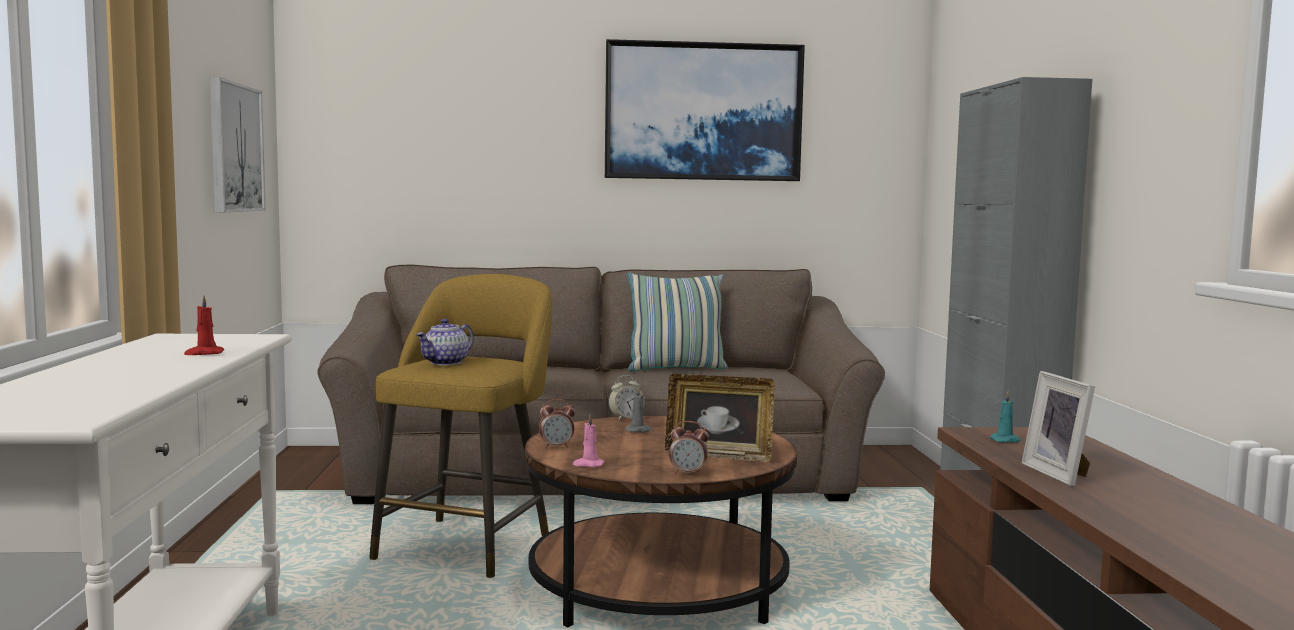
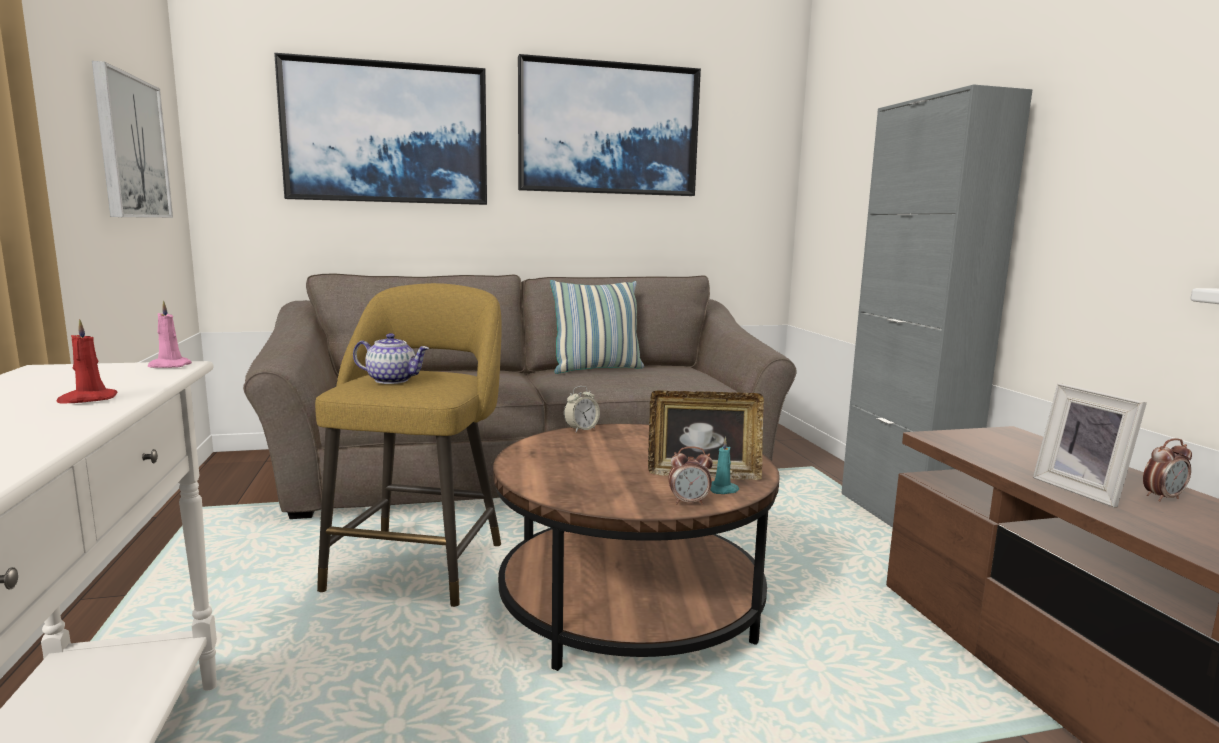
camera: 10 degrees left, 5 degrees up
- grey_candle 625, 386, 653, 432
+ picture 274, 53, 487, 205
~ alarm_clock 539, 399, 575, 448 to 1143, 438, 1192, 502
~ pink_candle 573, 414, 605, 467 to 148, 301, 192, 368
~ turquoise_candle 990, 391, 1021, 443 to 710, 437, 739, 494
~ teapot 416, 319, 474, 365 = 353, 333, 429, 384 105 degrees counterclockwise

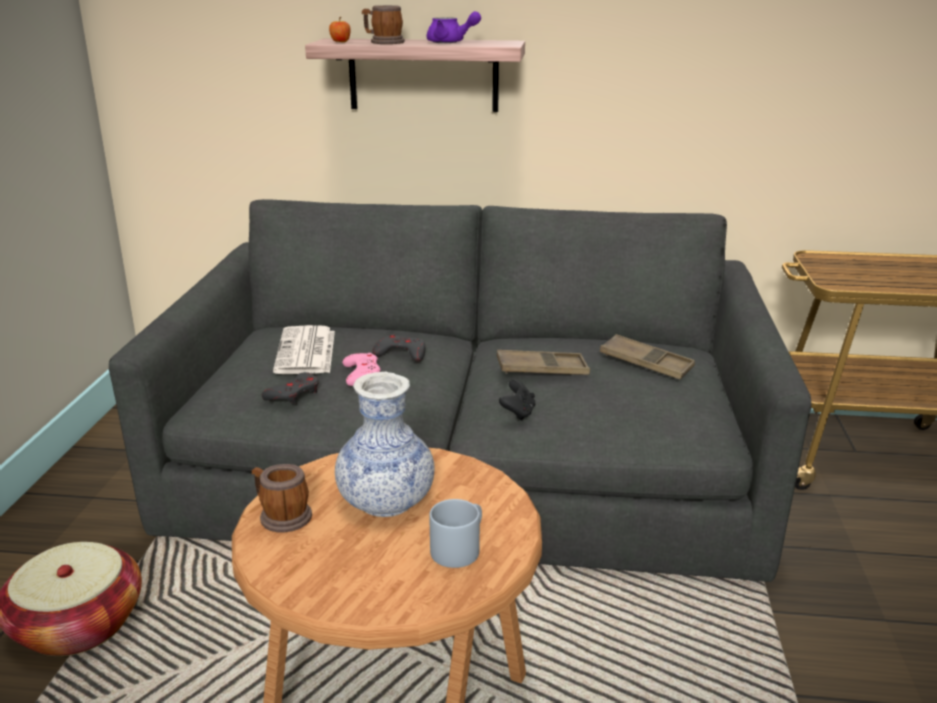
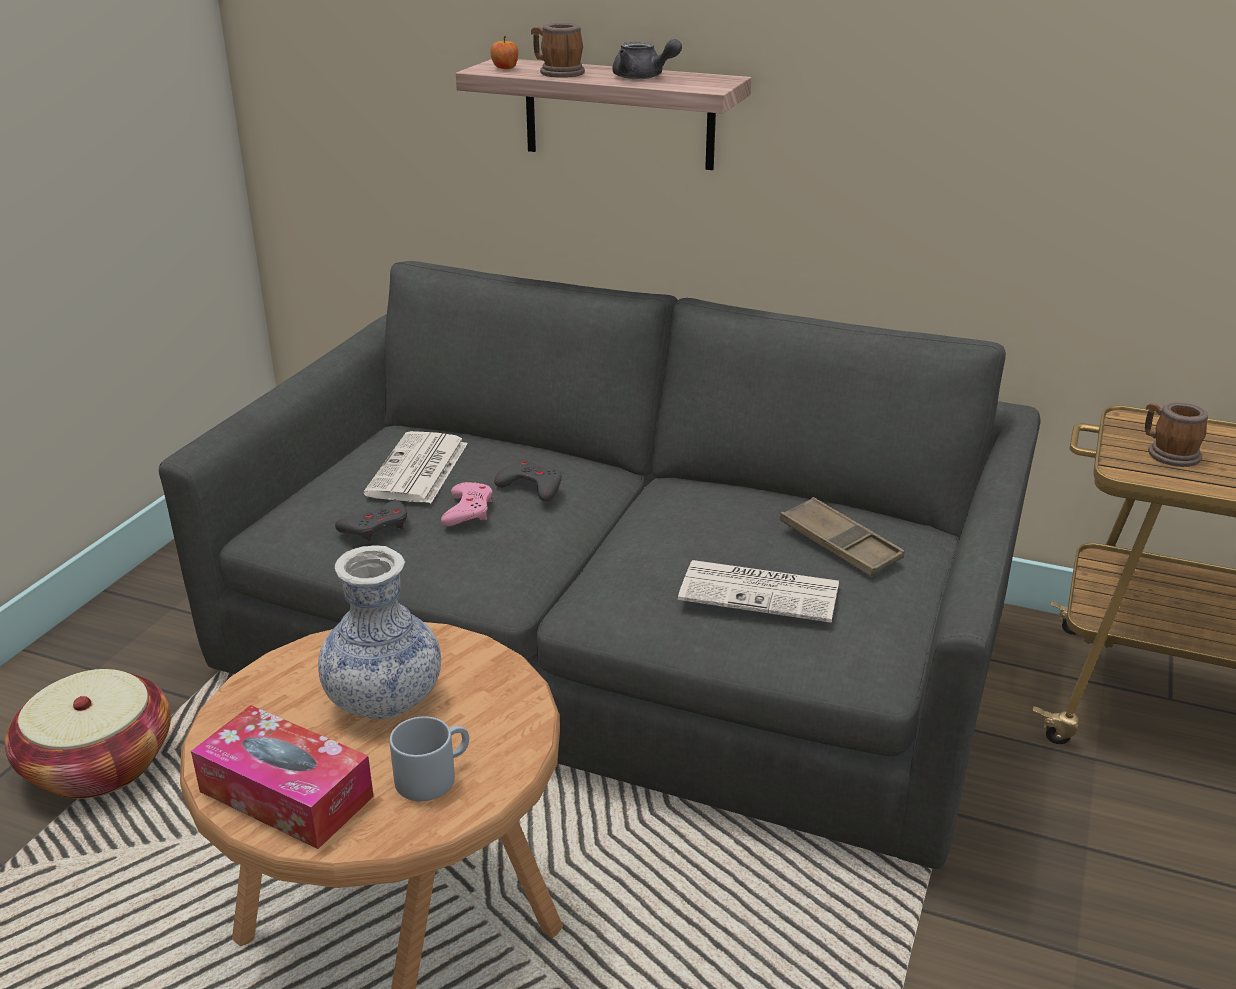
camera: 15 degrees right, 5 degrees up
- brown_tray 497, 350, 590, 375
- black_game_controller 499, 379, 535, 421
+ tissue_box 191, 705, 374, 849
+ newspaper 678, 560, 839, 623
~ mug 252, 464, 312, 533 to 1145, 402, 1208, 467
~ purple_teapot 427, 11, 481, 43 to grey_teapot 612, 39, 682, 79

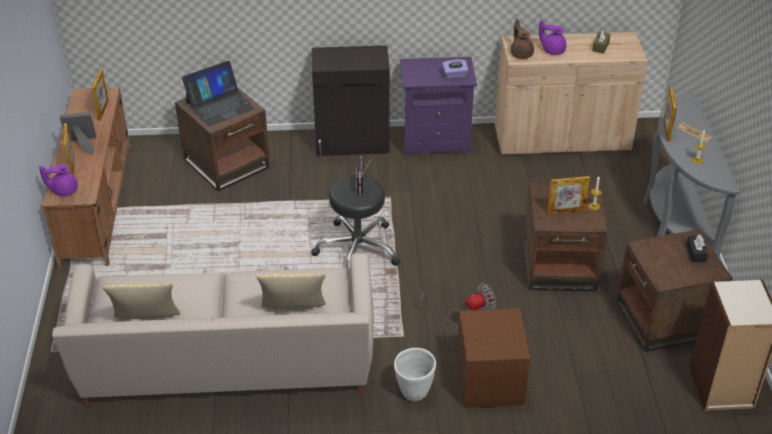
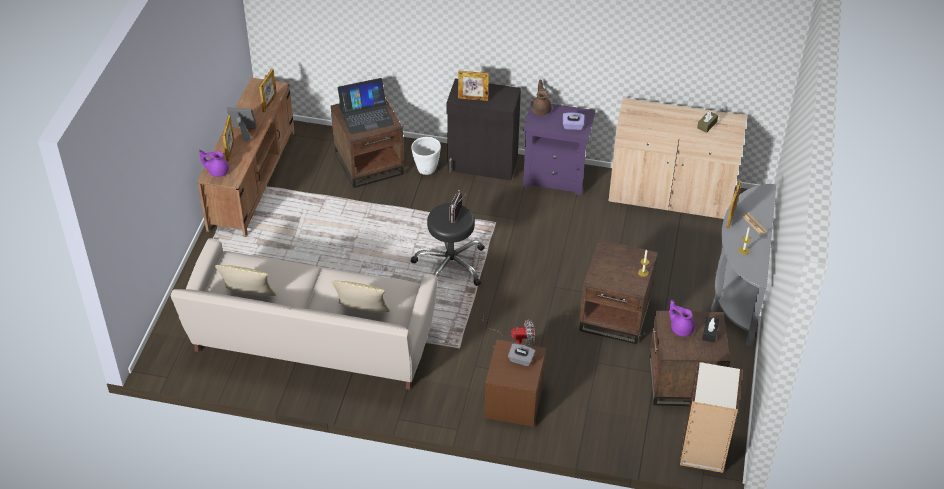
camera: 15 degrees right, 5 degrees up
+ grey_tissue_box 508, 344, 535, 366
~ white_planter 394, 348, 436, 401 to 411, 137, 441, 175
~ brown_teapot 511, 19, 534, 59 to 531, 80, 552, 115
~ purple_teapot 539, 20, 566, 55 to 669, 300, 695, 336
~ picture_frame 547, 176, 590, 214 to 458, 71, 489, 101

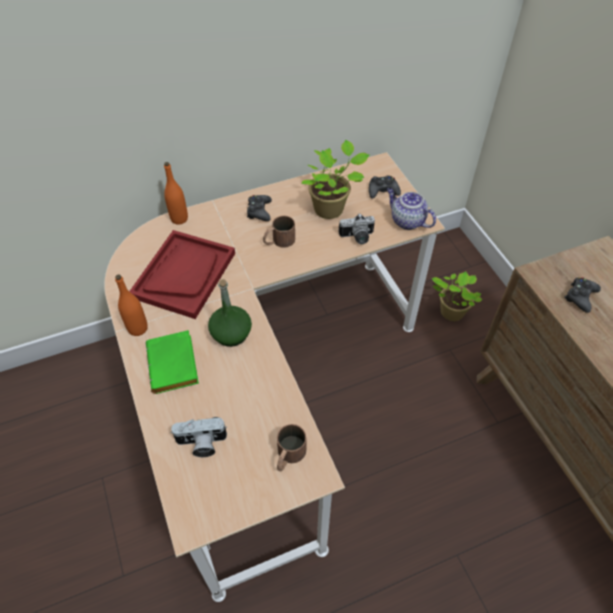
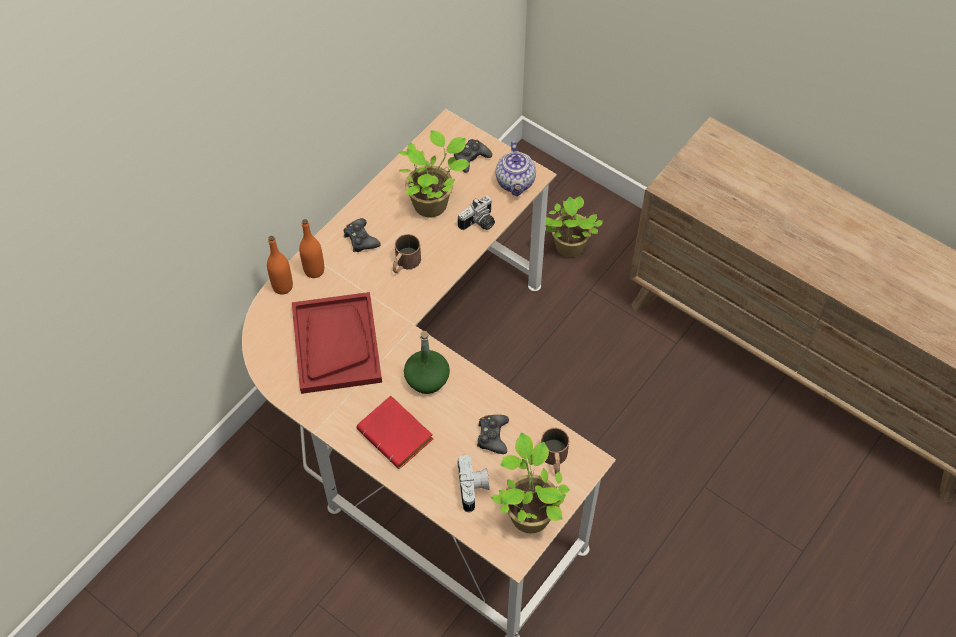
camera: 30 degrees left, 5 degrees up
+ potted_plant 491, 432, 570, 533
~ orange_bottle 115, 274, 148, 336 to 299, 219, 324, 278
~ black_game_controller 564, 277, 601, 313 to 477, 415, 509, 454
~ green_book 146, 330, 199, 394 to red_book 357, 396, 433, 469
~ photo_camera 171, 417, 227, 457 = 457, 455, 489, 512 60 degrees counterclockwise
~ teapot 387, 188, 436, 230 = 495, 141, 536, 196 105 degrees counterclockwise

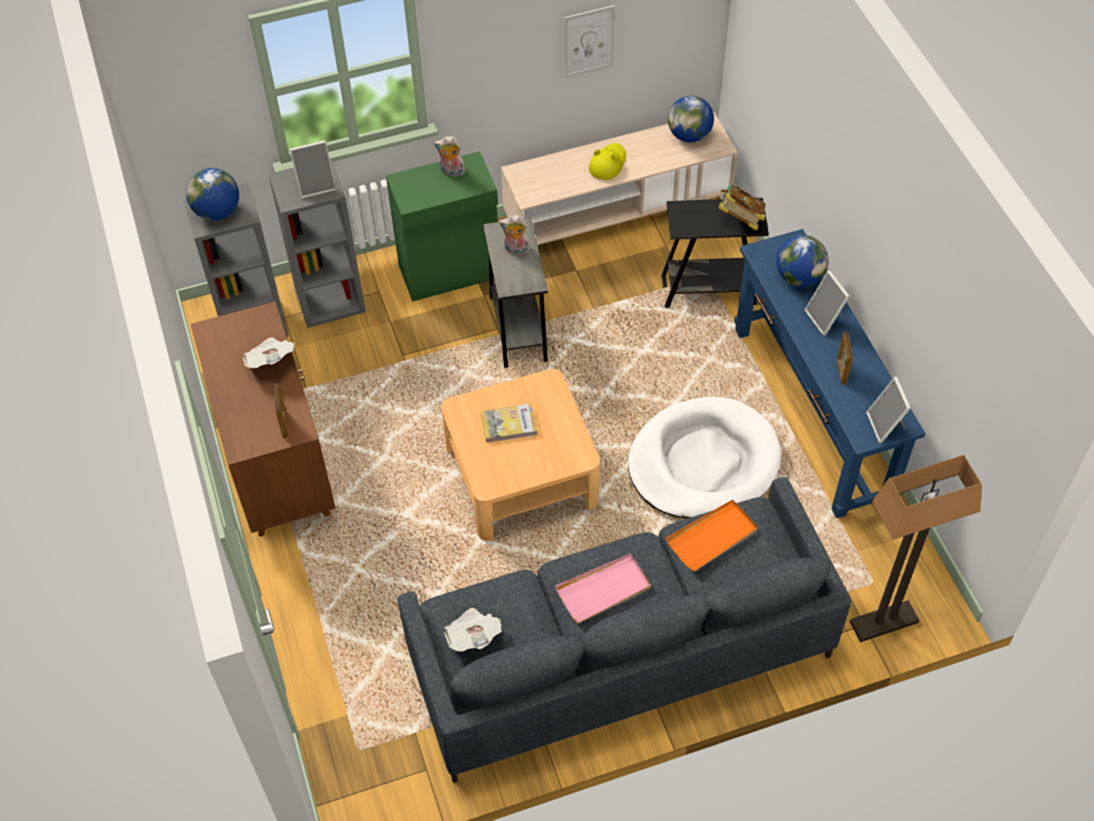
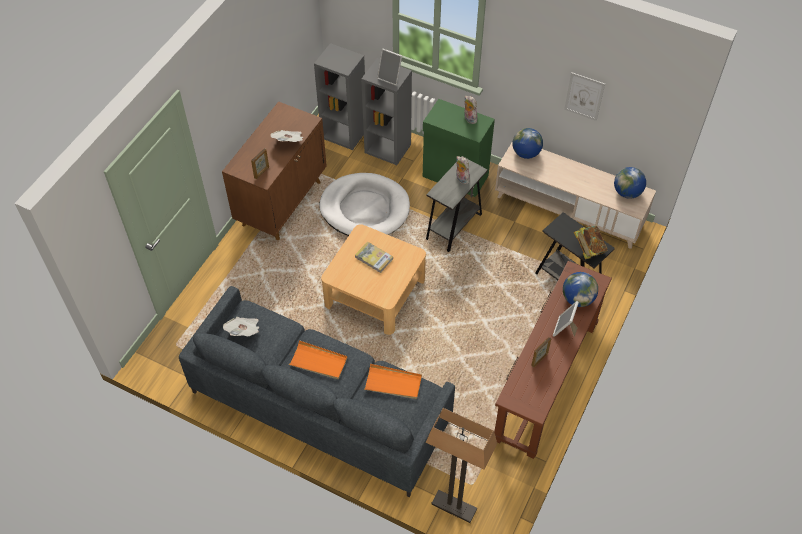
camera: 45 degrees right, 0 degrees up
- yellow_hat 589, 143, 626, 180
- picture_frame 866, 377, 911, 443
~ globe 186, 168, 239, 220 to 512, 128, 543, 159
~ white_dog_bed 628, 397, 781, 519 to 319, 173, 410, 236
~ pink_tray 555, 553, 651, 624 to orange_tray 288, 340, 348, 379
~ blue_console_table 734, 229, 925, 518 to brown_console_table 494, 261, 612, 459

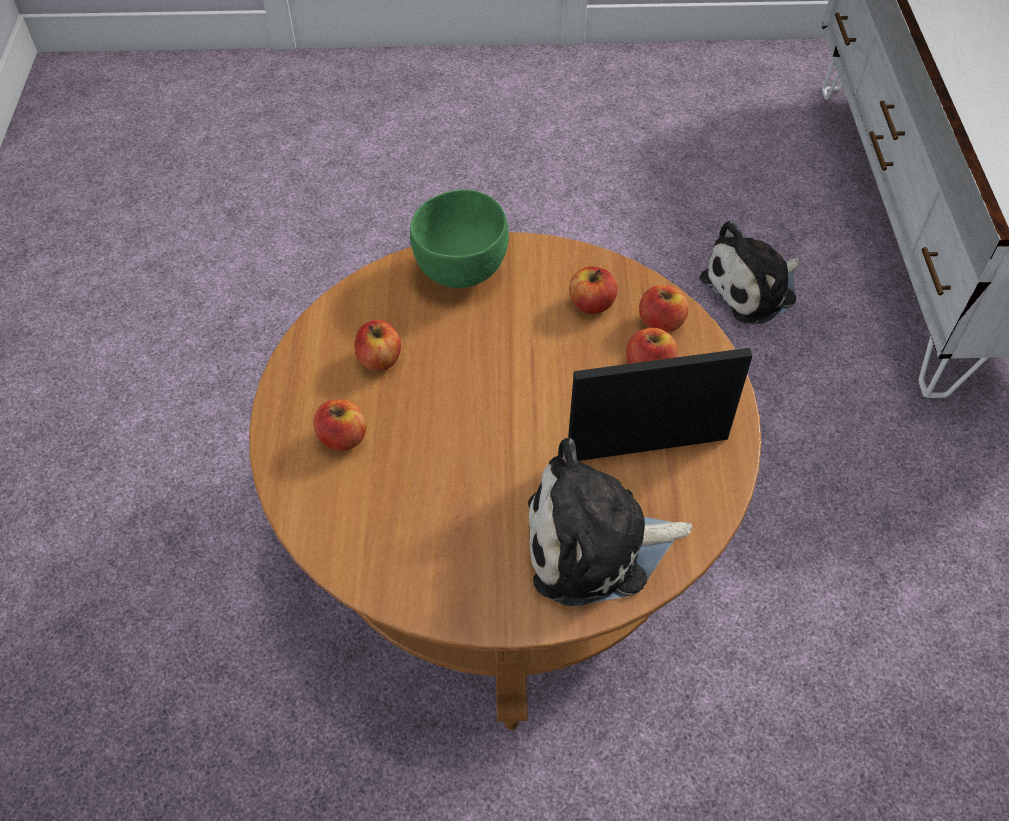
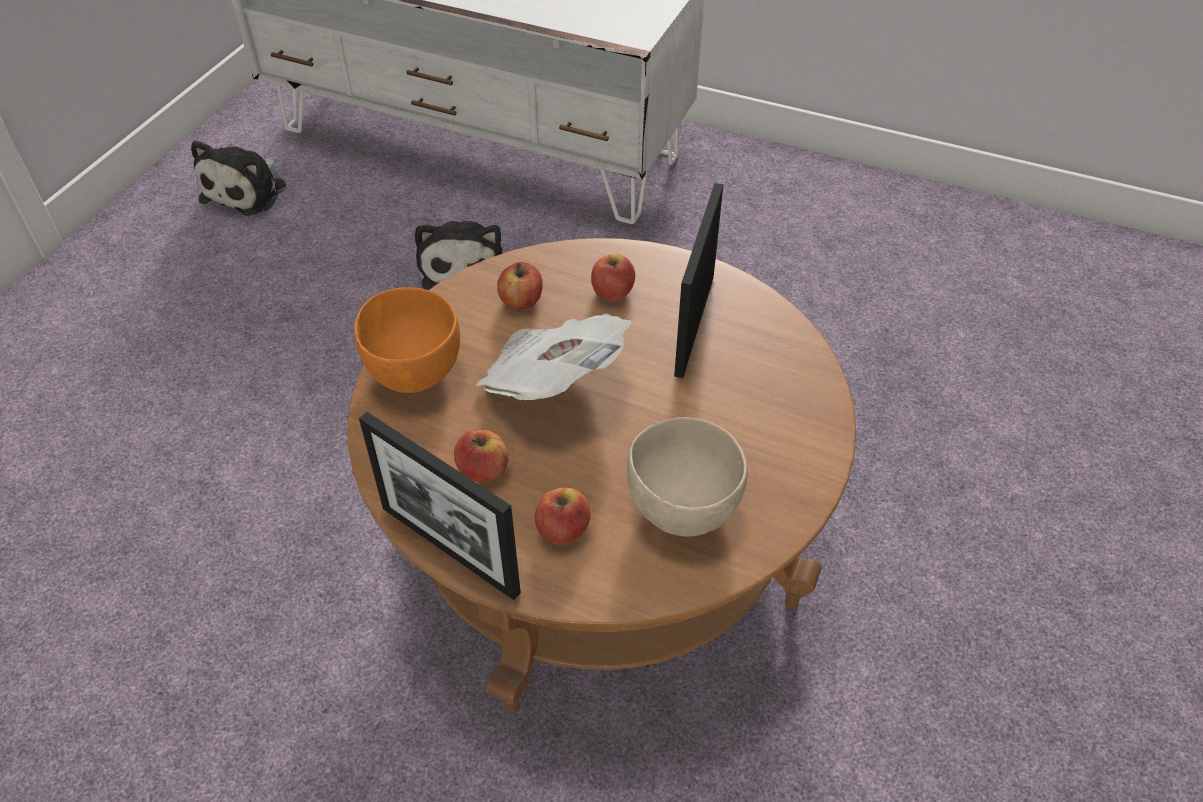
camera: 65 degrees left, 5 degrees down
- apple 639, 285, 689, 333
+ picture_frame 359, 412, 521, 600
+ newspaper 476, 314, 632, 400
+ beige_bowl 627, 417, 748, 536
~ plush_toy 528, 438, 692, 606 to 191, 140, 286, 216
~ green_bowl 410, 190, 509, 288 to orange_bowl 354, 287, 460, 393

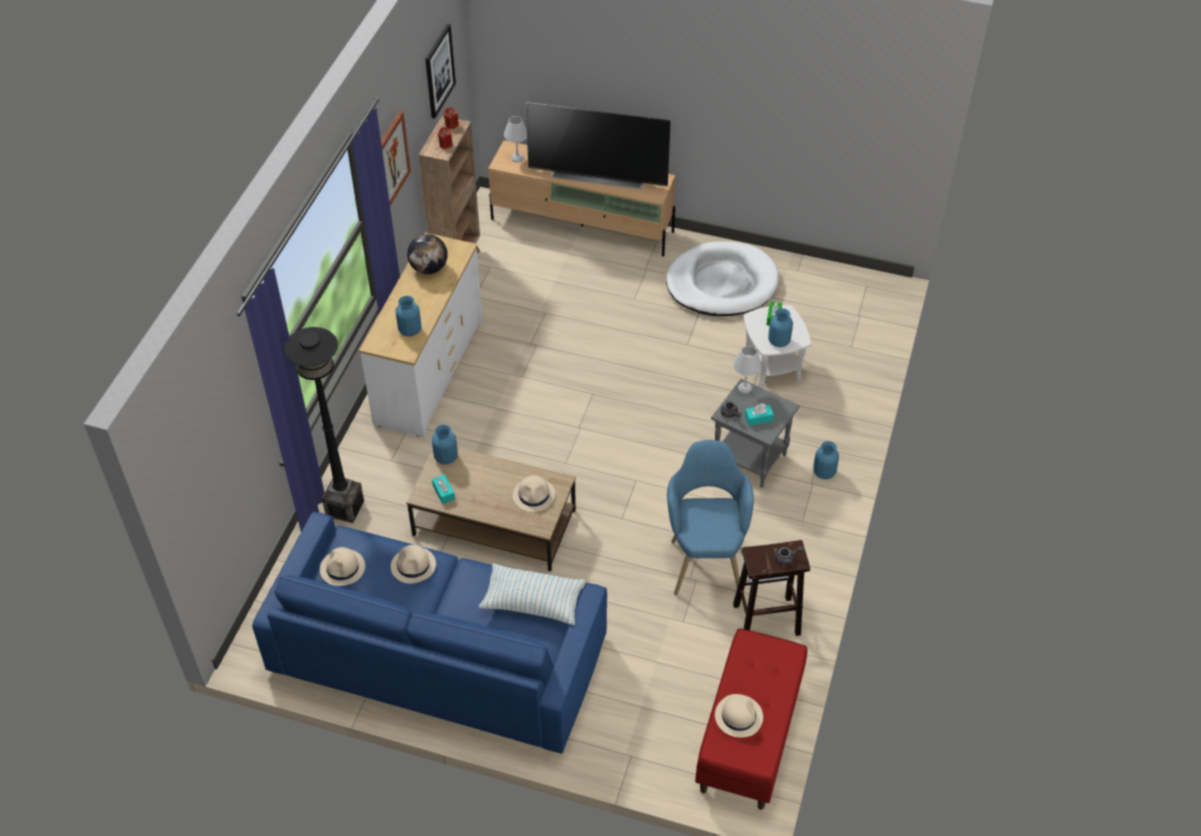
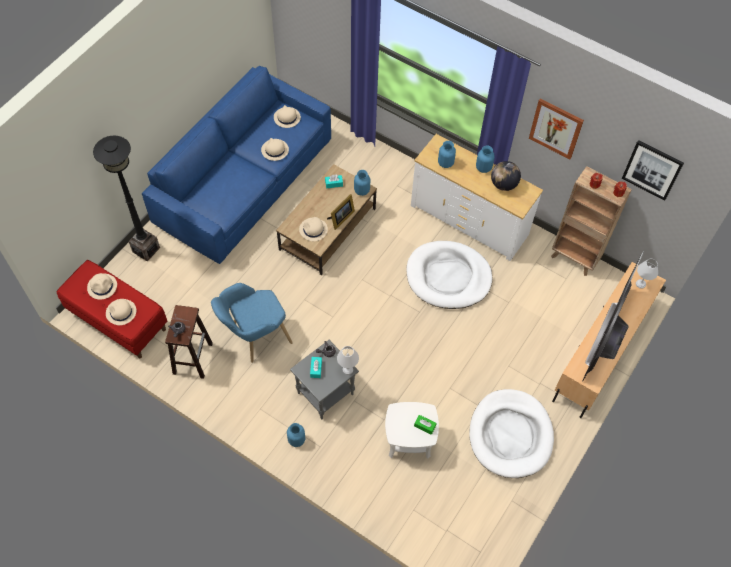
camera: 105 degrees right, 10 degrees up
- pillow 479, 563, 586, 625
+ beige_hat 106, 299, 136, 325
+ picture_frame 327, 194, 355, 230
+ white_dog_bed 406, 241, 492, 309
~ black_floor_lamp 284, 327, 364, 523 to 93, 136, 160, 261
~ blue_vase 768, 308, 793, 347 to 476, 146, 495, 173
~ blue_armchair 667, 440, 754, 595 = 211, 283, 293, 363 135 degrees clockwise

